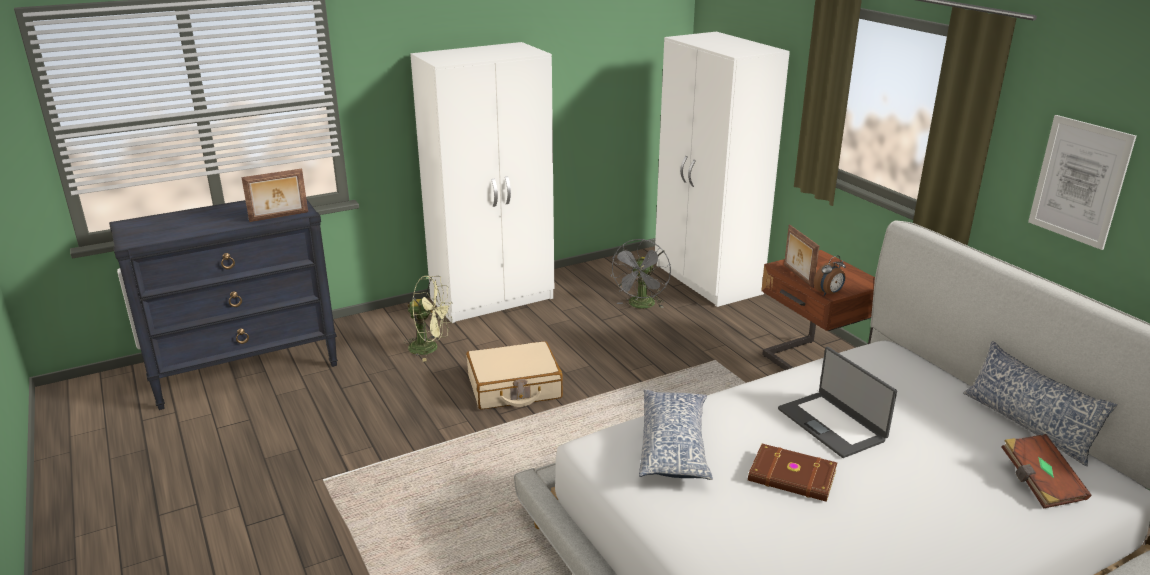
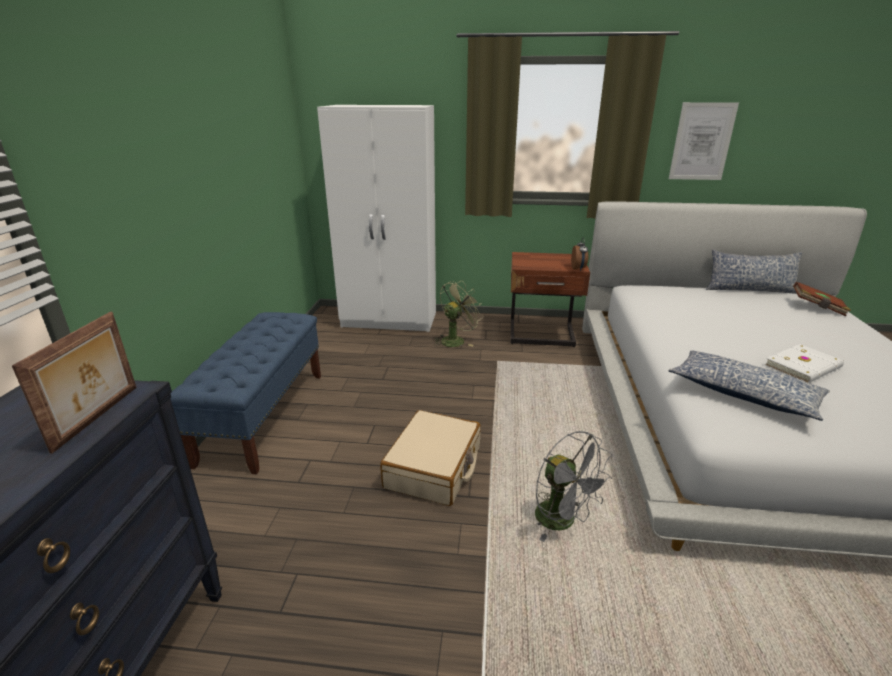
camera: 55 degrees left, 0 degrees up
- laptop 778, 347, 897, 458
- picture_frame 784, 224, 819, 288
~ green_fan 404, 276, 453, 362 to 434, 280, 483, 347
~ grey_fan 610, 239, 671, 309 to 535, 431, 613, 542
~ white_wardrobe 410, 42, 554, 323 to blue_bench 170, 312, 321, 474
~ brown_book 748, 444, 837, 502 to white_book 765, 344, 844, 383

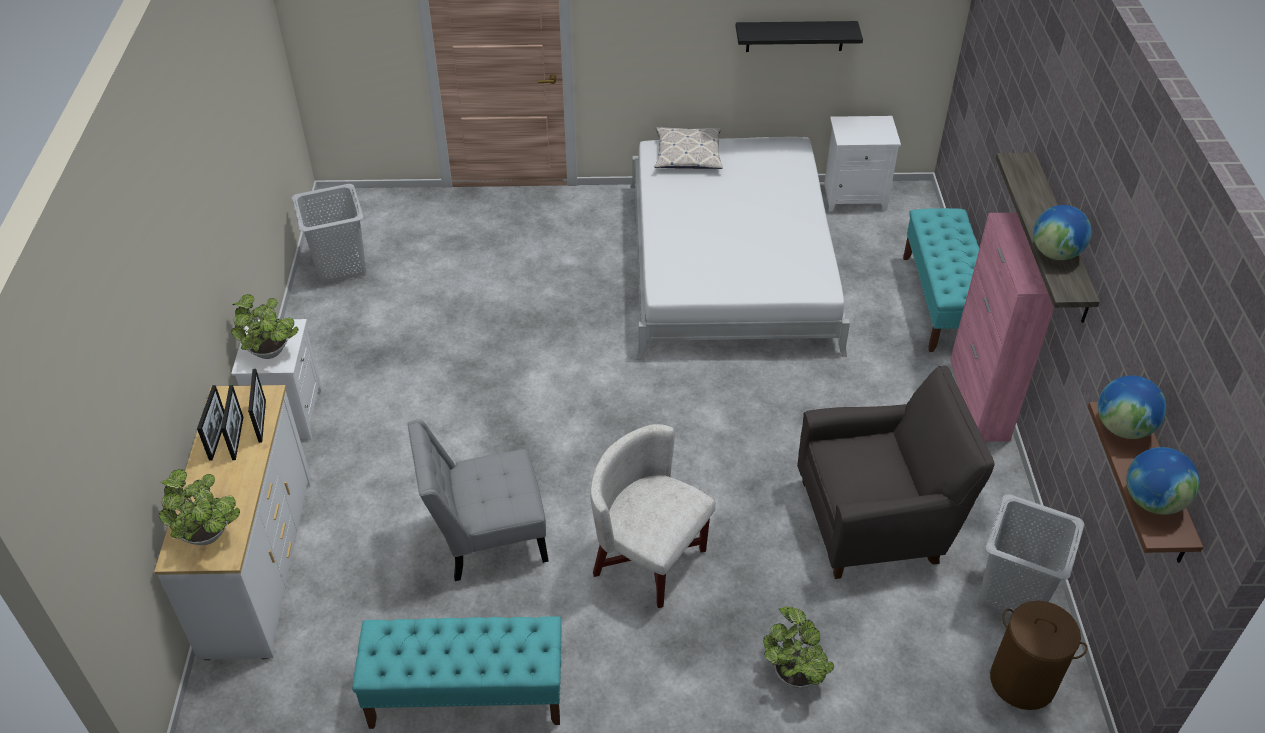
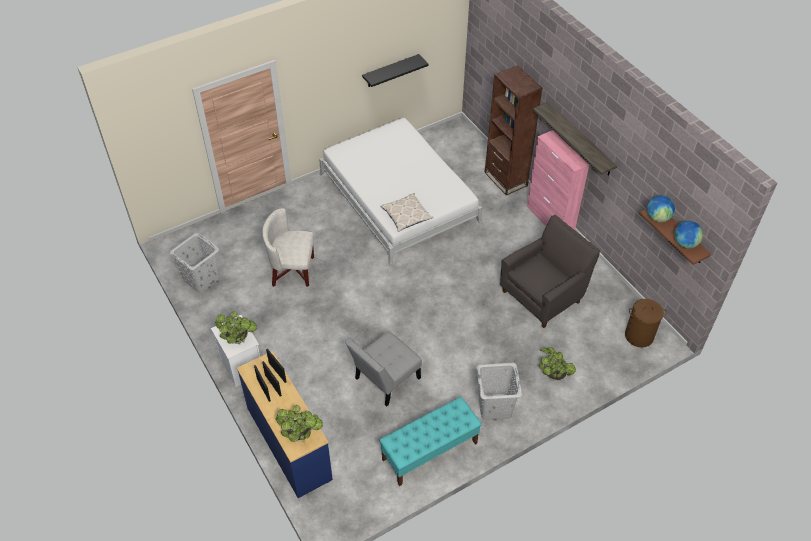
camera: 30 degrees left, 5 degrees up
- white_nightstand 824, 116, 901, 212
- globe 1033, 205, 1091, 260
~ white_armchair 590, 424, 715, 608 to 262, 208, 314, 287
~ pillow 654, 127, 723, 169 to 380, 193, 433, 232
~ grey_laundry_basket 978, 494, 1085, 617 to 476, 363, 522, 420
~ turquoise_bench 903, 208, 979, 352 to brown_bookcase 484, 65, 543, 196
~ white_dresser 154, 385, 311, 660 to blue_dresser 237, 351, 333, 498

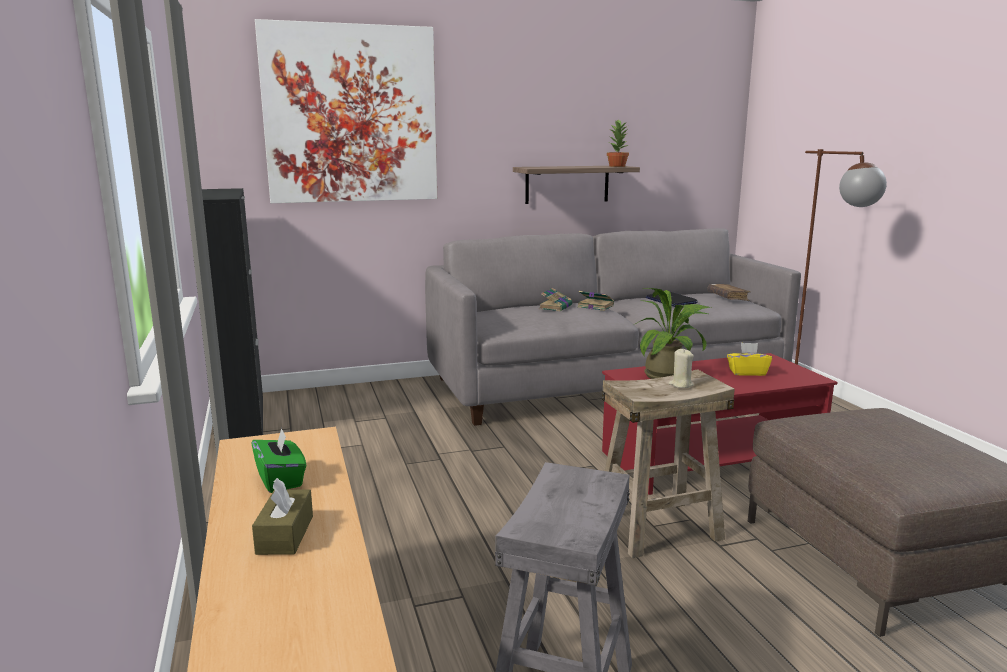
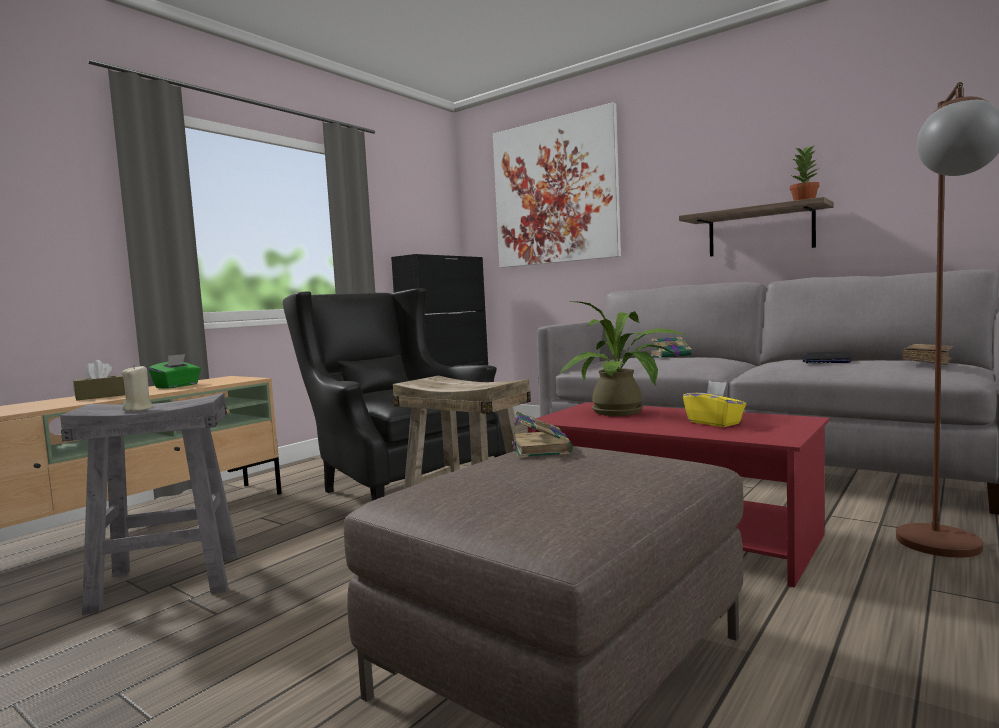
camera: 55 degrees right, 10 degrees down
+ black_armchair 283, 288, 506, 501
~ book 577, 291, 614, 311 to 512, 411, 573, 458
~ beige_candle 669, 349, 694, 388 to 122, 365, 153, 411

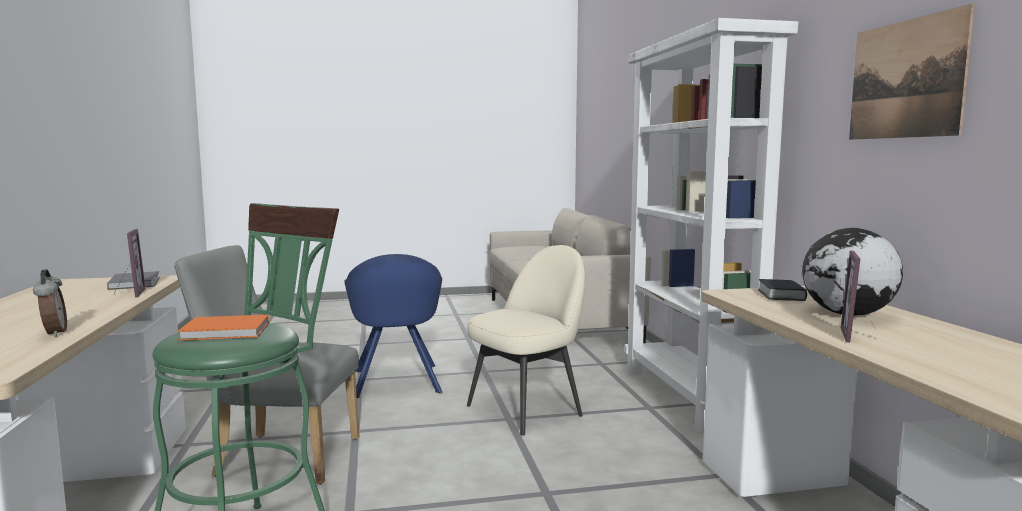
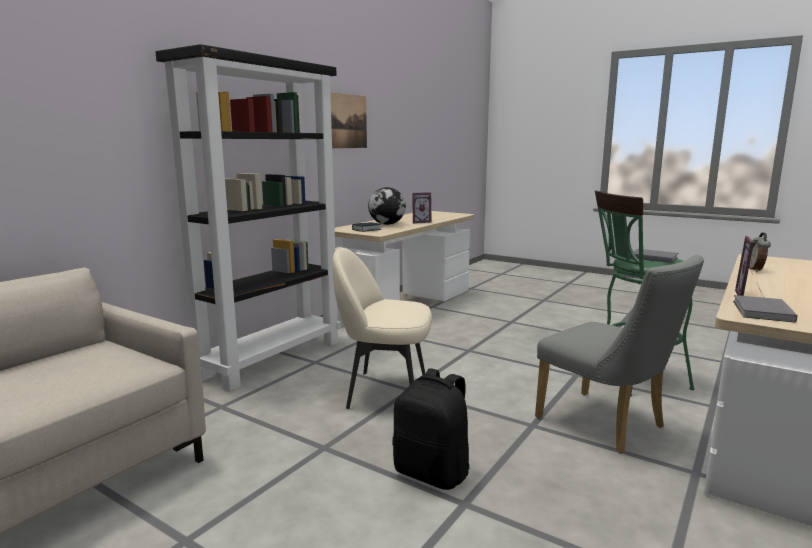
camera: 135 degrees left, 5 degrees up
~ blue_armchair 344, 254, 443, 398 to black_backpack 392, 368, 470, 490
~ orange_book 178, 315, 269, 341 to grey_book 630, 249, 678, 263
~ white_bookcase 624, 18, 798, 434 to black_bookcase 156, 44, 341, 391

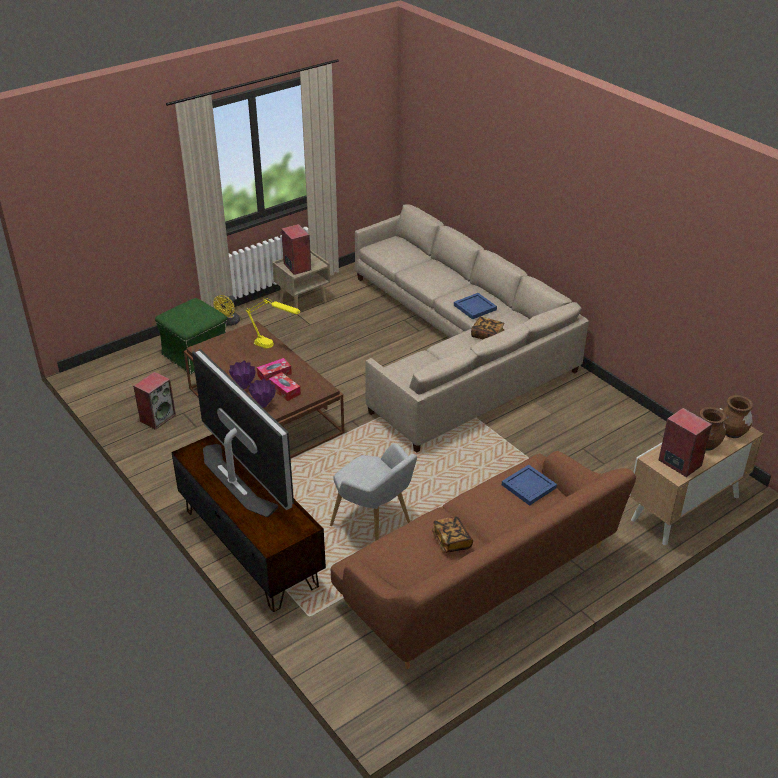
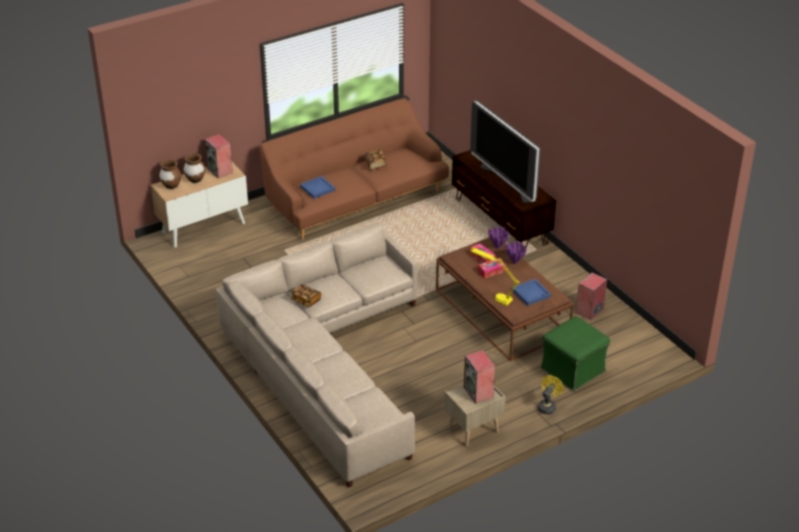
camera: 175 degrees left, 0 degrees up
- grey_armchair 330, 443, 417, 541
~ blue_tray 454, 293, 497, 320 to 512, 279, 551, 306

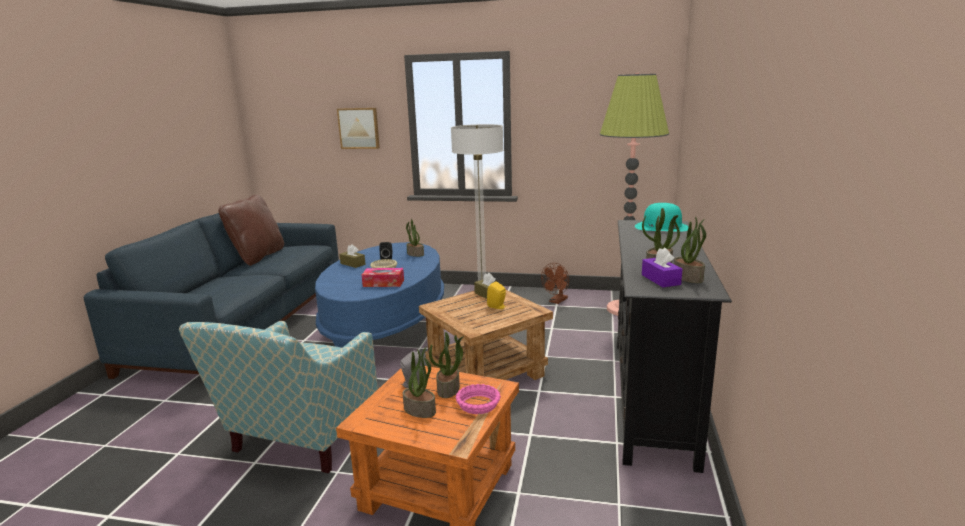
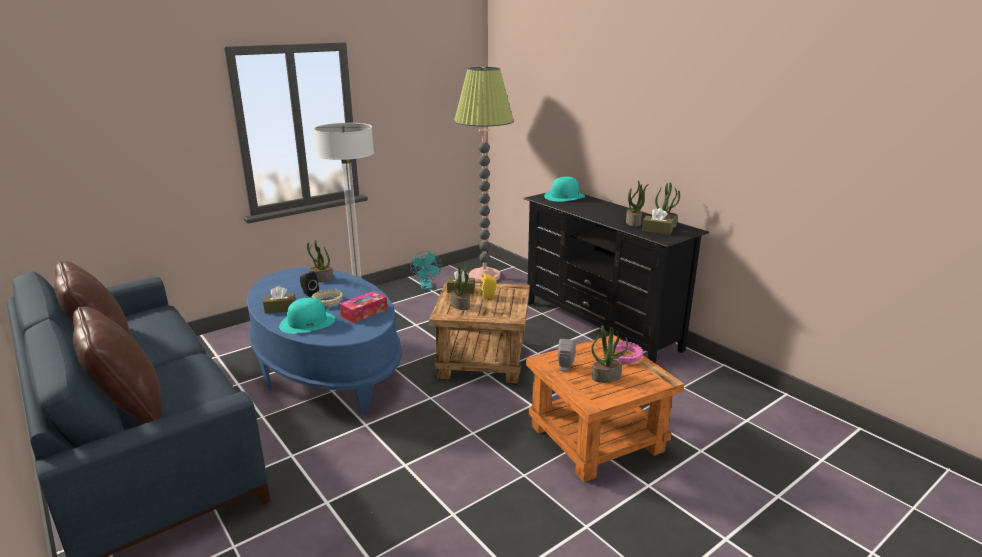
camera: 50 degrees left, 5 degrees up
- armchair 179, 321, 378, 473
- picture 337, 108, 380, 149
+ brown_pillow 73, 307, 162, 423
+ turquoise_hat 279, 298, 335, 334
~ potted_plant 429, 332, 464, 398 to 450, 264, 470, 310
~ brown_fan 541, 263, 569, 304 to turquoise_fan 410, 251, 442, 290
~ purple_tissue_box 642, 248, 682, 287 to brown_tissue_box 642, 208, 674, 235

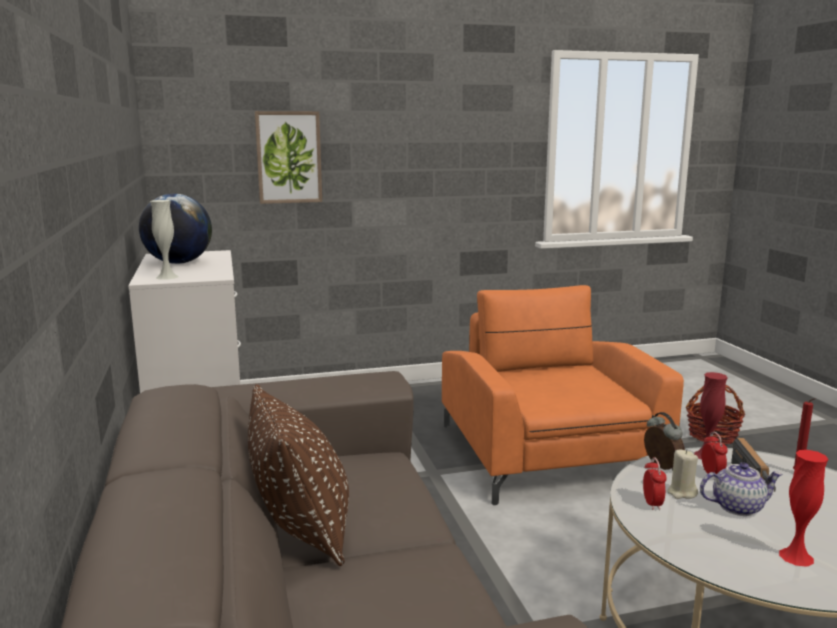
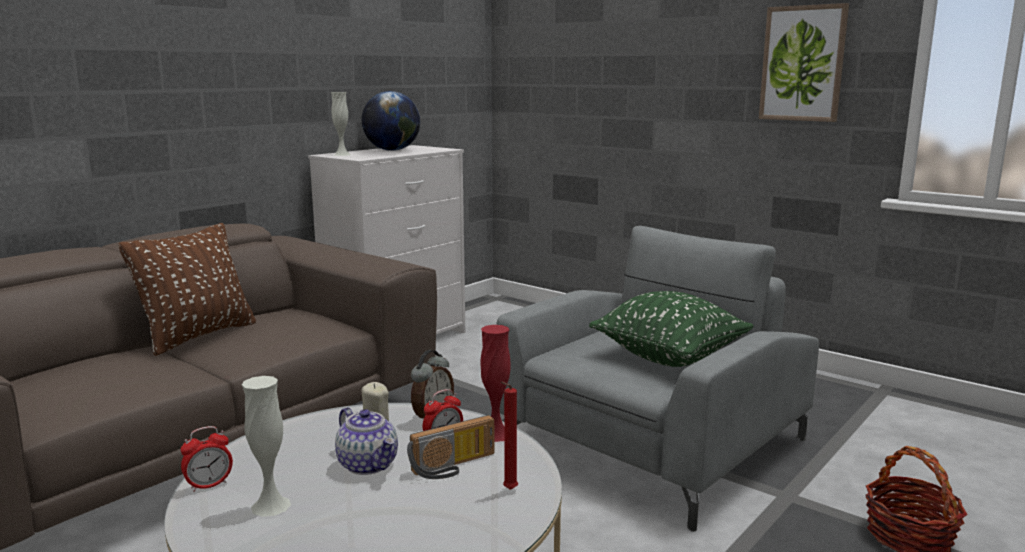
camera: 55 degrees right, 0 degrees up
+ green_pillow 589, 291, 754, 367
~ picture 255, 111, 322, 204 to 759, 3, 849, 122
~ alarm_clock 643, 457, 667, 510 to 180, 426, 233, 492
~ orange_armchair 442, 285, 684, 505 to grey_armchair 497, 226, 819, 532
~ red_vase 779, 450, 828, 567 to white_vase 242, 376, 291, 517

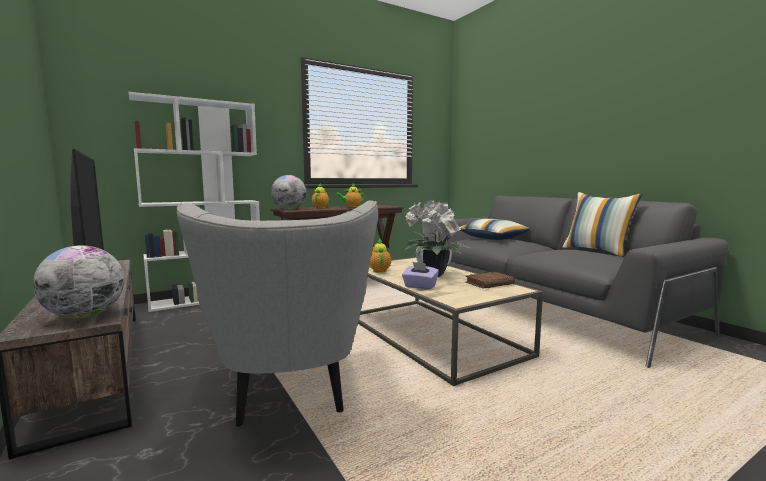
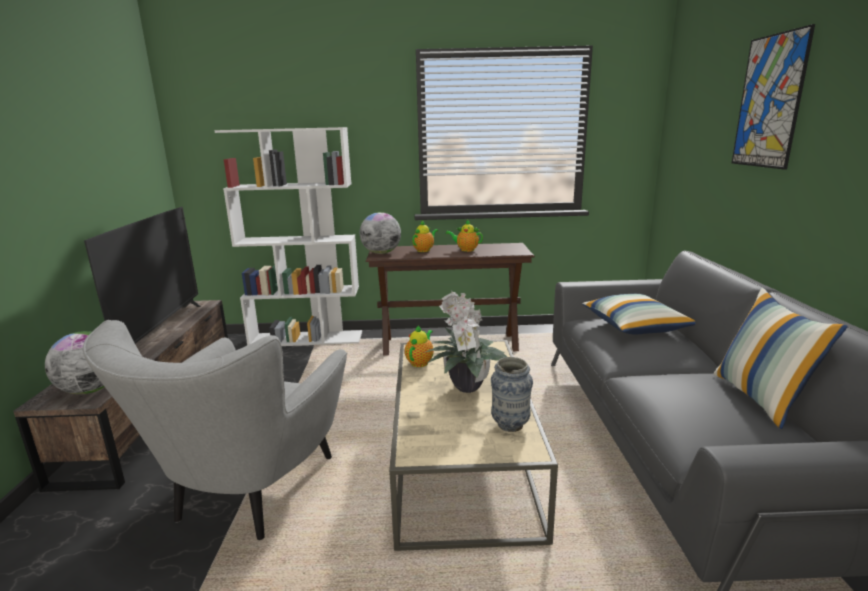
camera: 30 degrees right, 10 degrees up
- purple_tissue_box 402, 262, 439, 290
+ picture 732, 24, 815, 170
~ brown_book 465, 272, 515, 289 to vase 491, 357, 533, 432

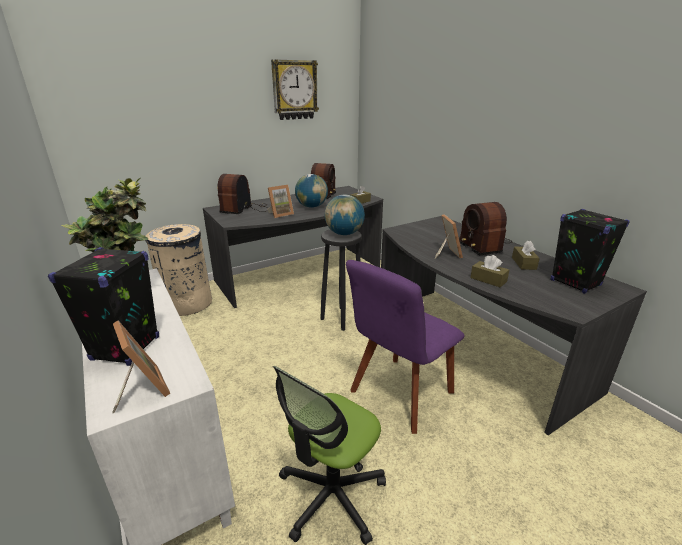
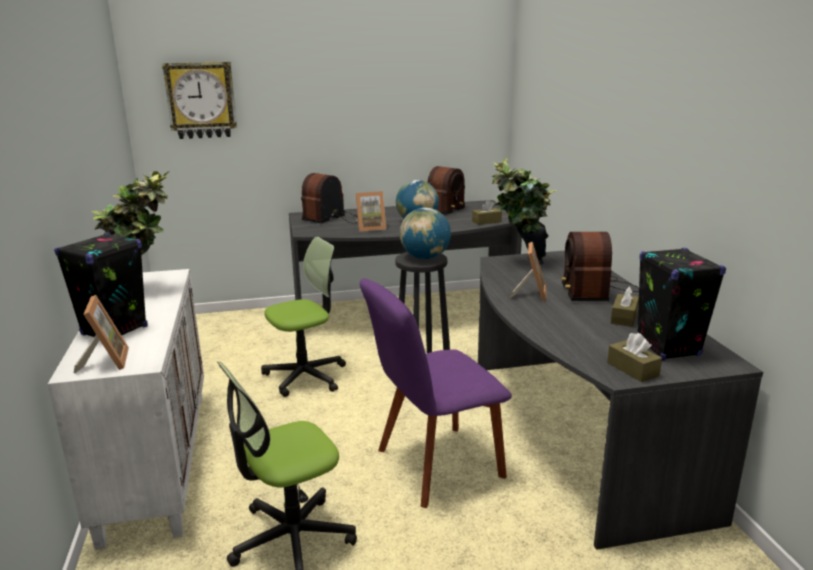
camera: 20 degrees right, 5 degrees down
- beige_trash_can 145, 224, 212, 316
+ office_chair 261, 237, 346, 397
+ potted_plant 492, 158, 557, 264
~ wall_clock 271, 59, 319, 120 to 162, 62, 237, 139
~ brown_tissue_box 470, 255, 509, 287 to 607, 333, 662, 382

